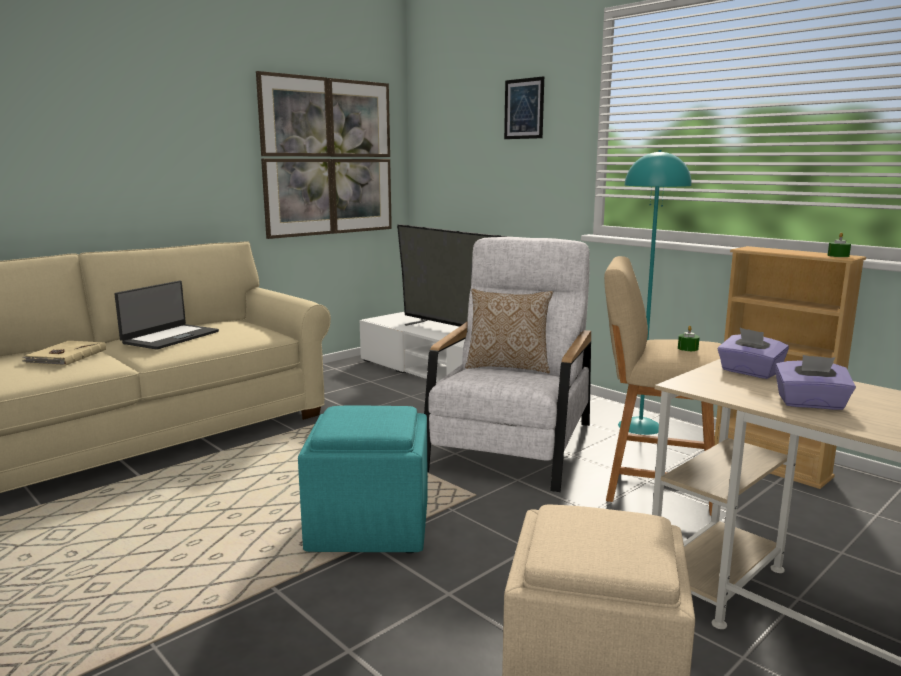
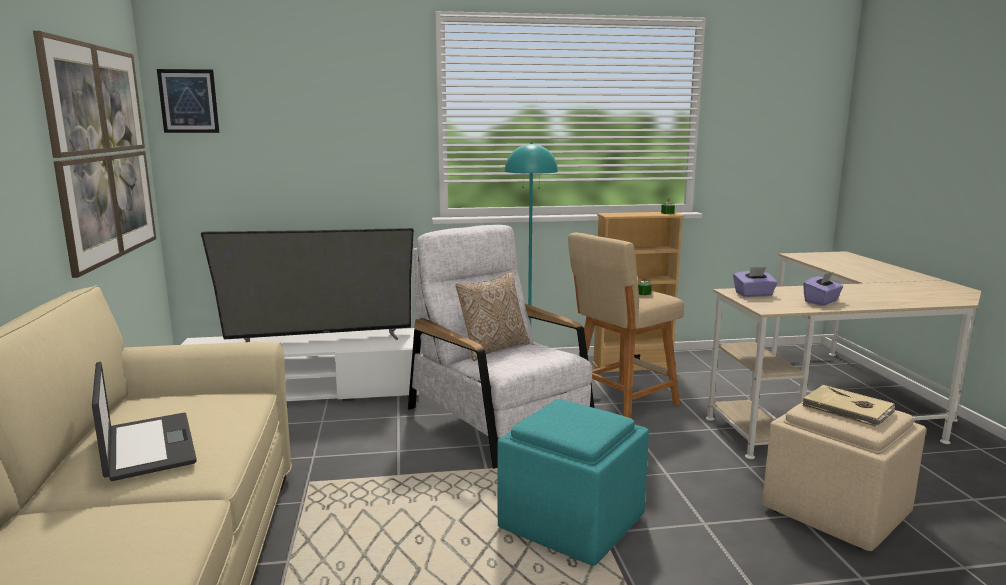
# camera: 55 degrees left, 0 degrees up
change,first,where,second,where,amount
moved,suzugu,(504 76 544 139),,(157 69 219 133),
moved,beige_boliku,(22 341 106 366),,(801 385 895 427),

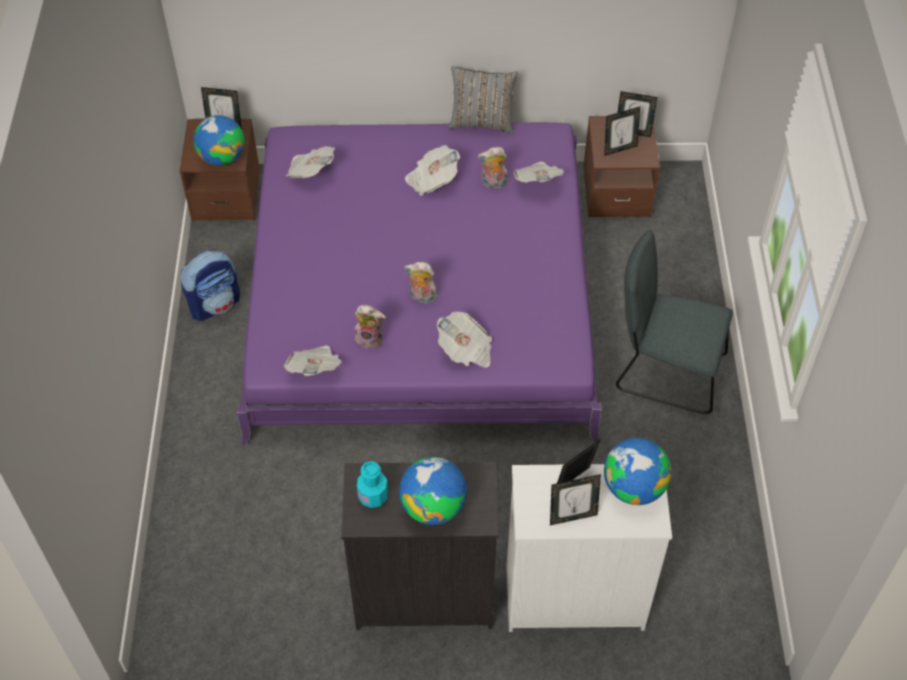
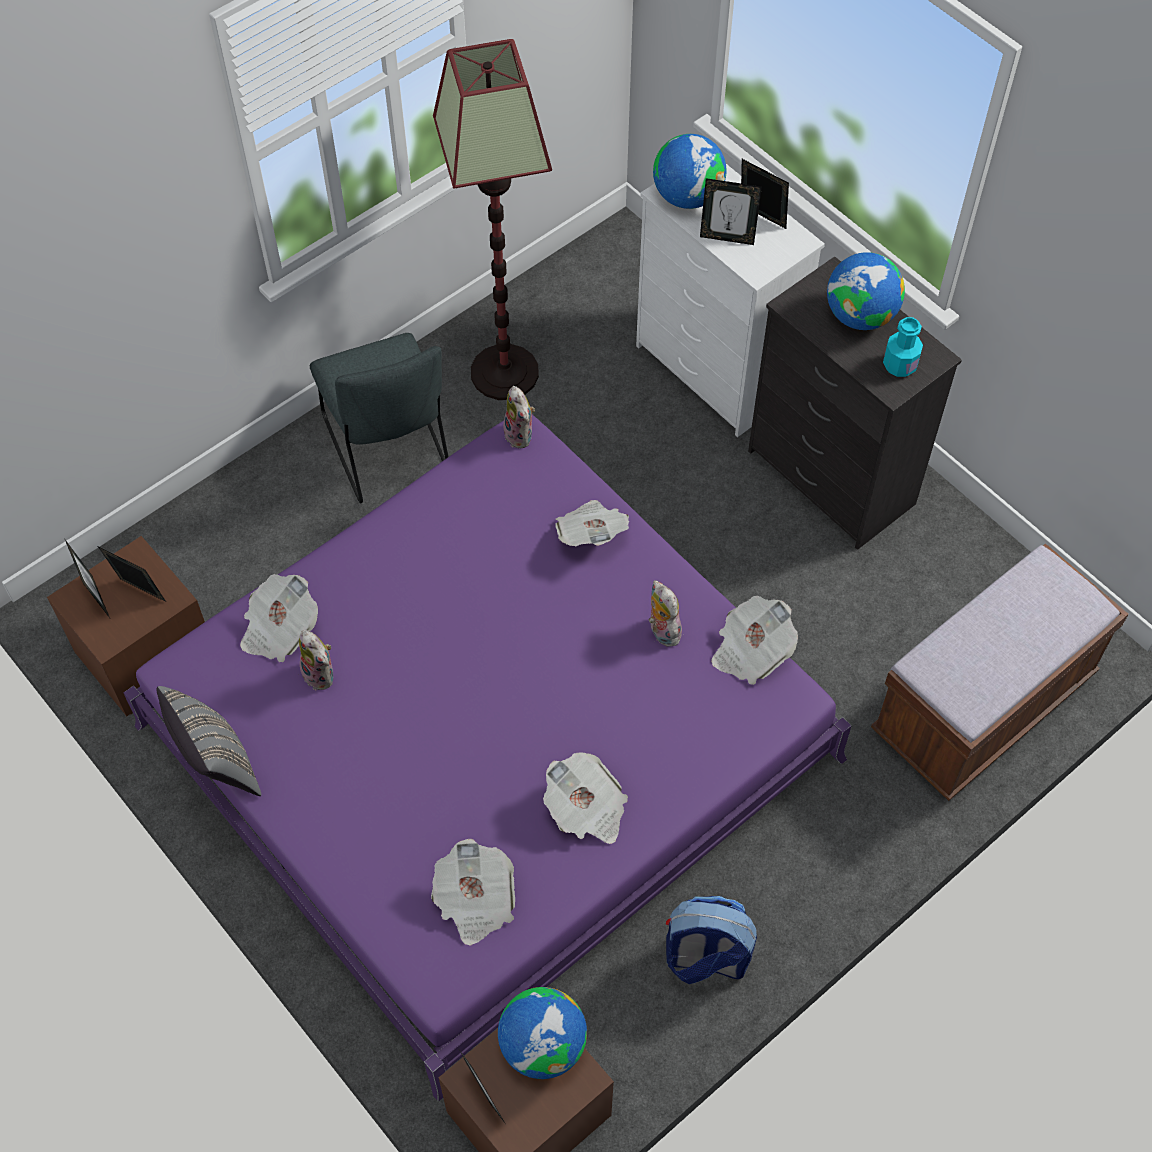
# camera: 130 degrees left, 5 degrees up
change,first,where,second,where,amount
added,,,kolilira,(433 39 552 400),
moved,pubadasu,(404 262 437 304),,(501 386 535 448),
moved,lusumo,(405 145 460 196),,(543 752 628 844),
added,,,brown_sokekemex,(871 543 1128 801),

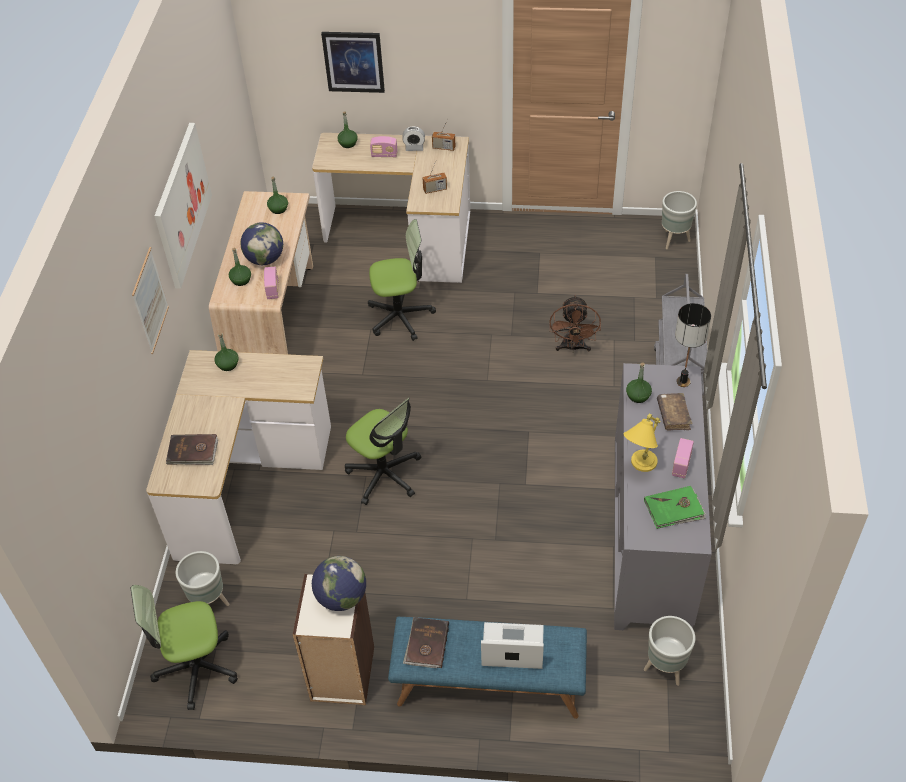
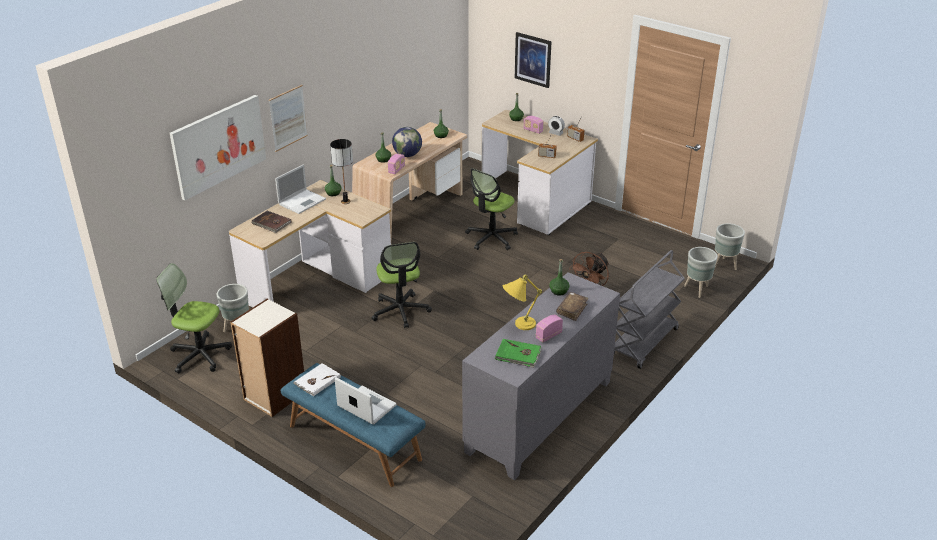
# camera: 30 degrees right, 15 degrees down
change,first,where,second,where,amount
moved,suzugu,(155 123 212 289),,(170 95 266 200),
added,,,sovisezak,(275 165 326 214),
recoloured,brown_boliku,(403 617 449 668),white_boliku,(294 363 341 396),
moved,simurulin,(675 303 711 387),,(330 139 353 204),
turned,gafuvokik,(368 219 436 341),,(465 168 518 250),105 degrees clockwise
moved,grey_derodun,(644 616 696 686),,(684 247 718 298),
removed,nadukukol,(312 556 366 611),,,

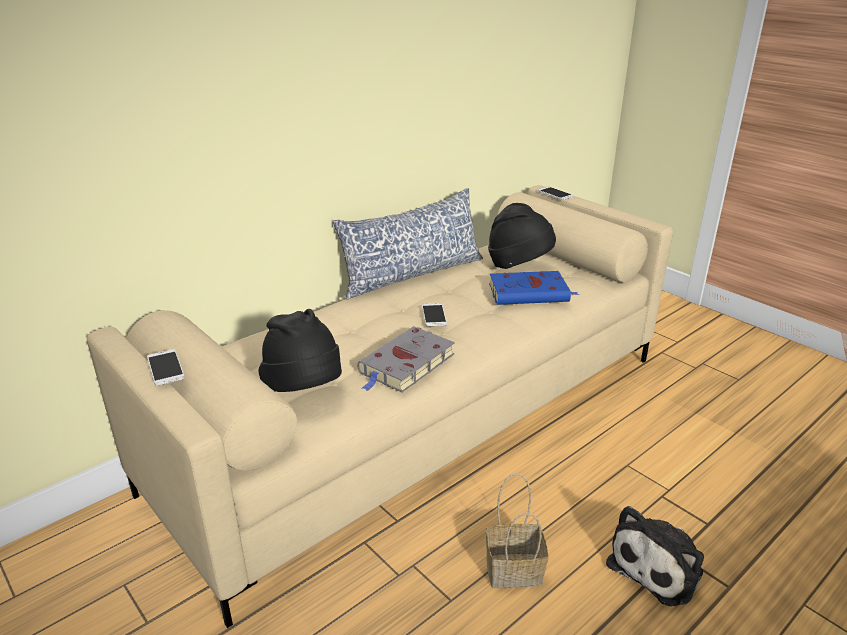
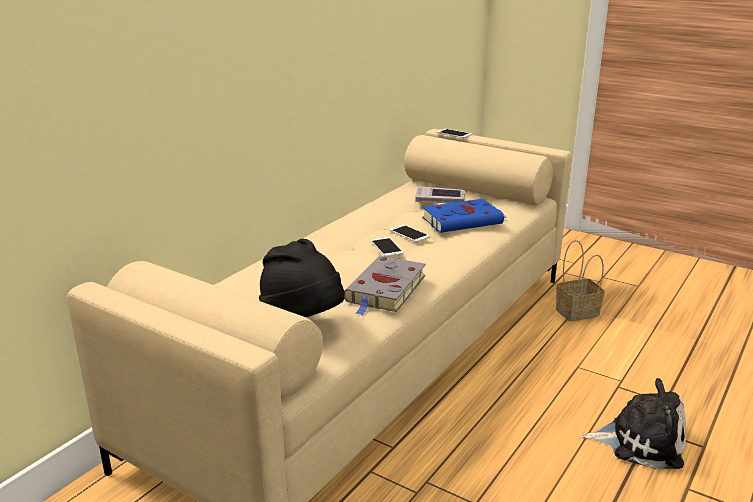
# camera: 15 degrees left, 5 degrees down
change,first,where,second,where,amount
moved,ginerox,(147 349 185 386),,(389 225 430 243),
replaced,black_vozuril,(488 203 556 269),boliku,(415 186 465 203),
moved,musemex,(486 473 548 588),,(556 240 605 321),
turned,pubadasu,(606 506 704 606),,(582 378 686 469),105 degrees counterclockwise
removed,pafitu,(333 188 483 300),,,

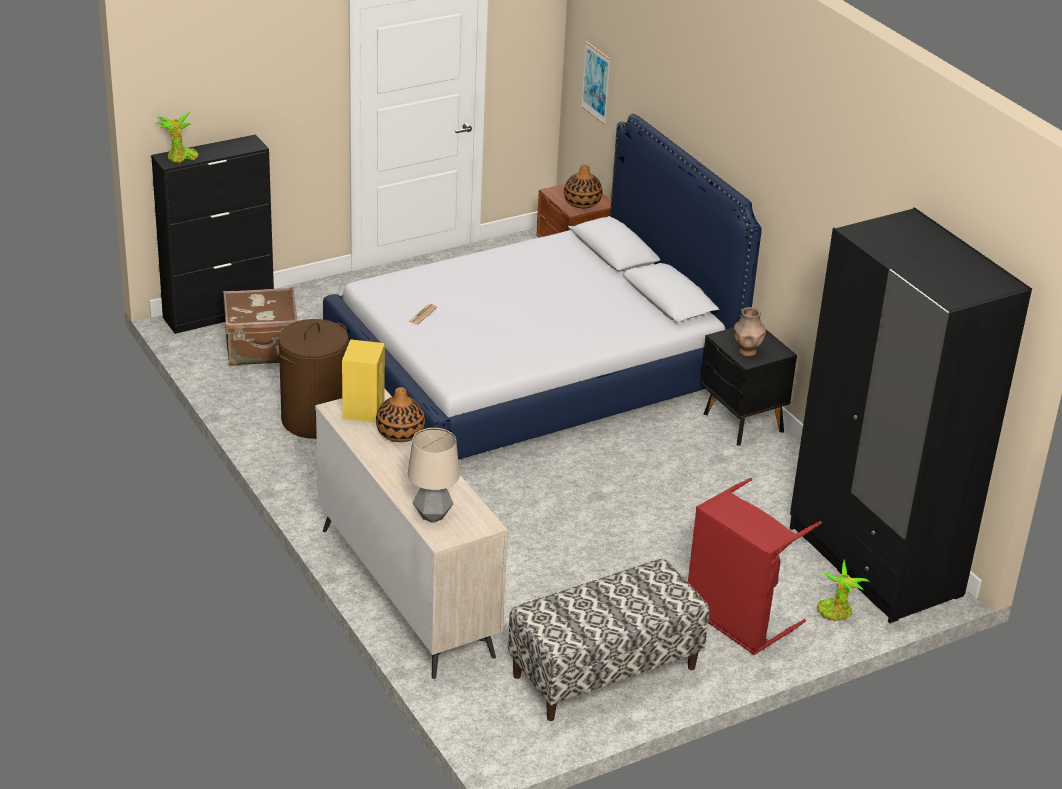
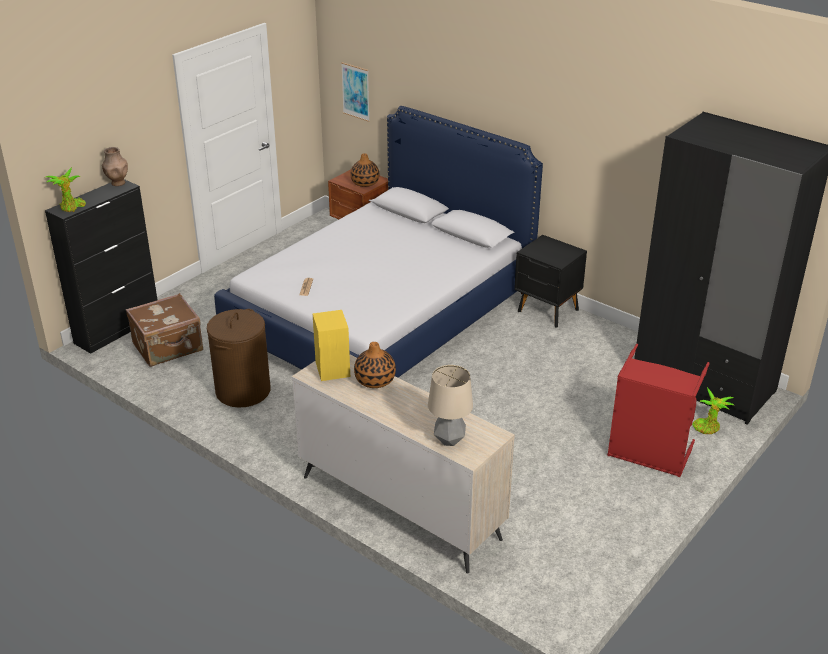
# camera: 20 degrees left, 0 degrees up
change,first,where,second,where,amount
moved,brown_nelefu,(733 307 766 356),,(102 147 128 186),
removed,sokekemex,(508 559 709 721),,,

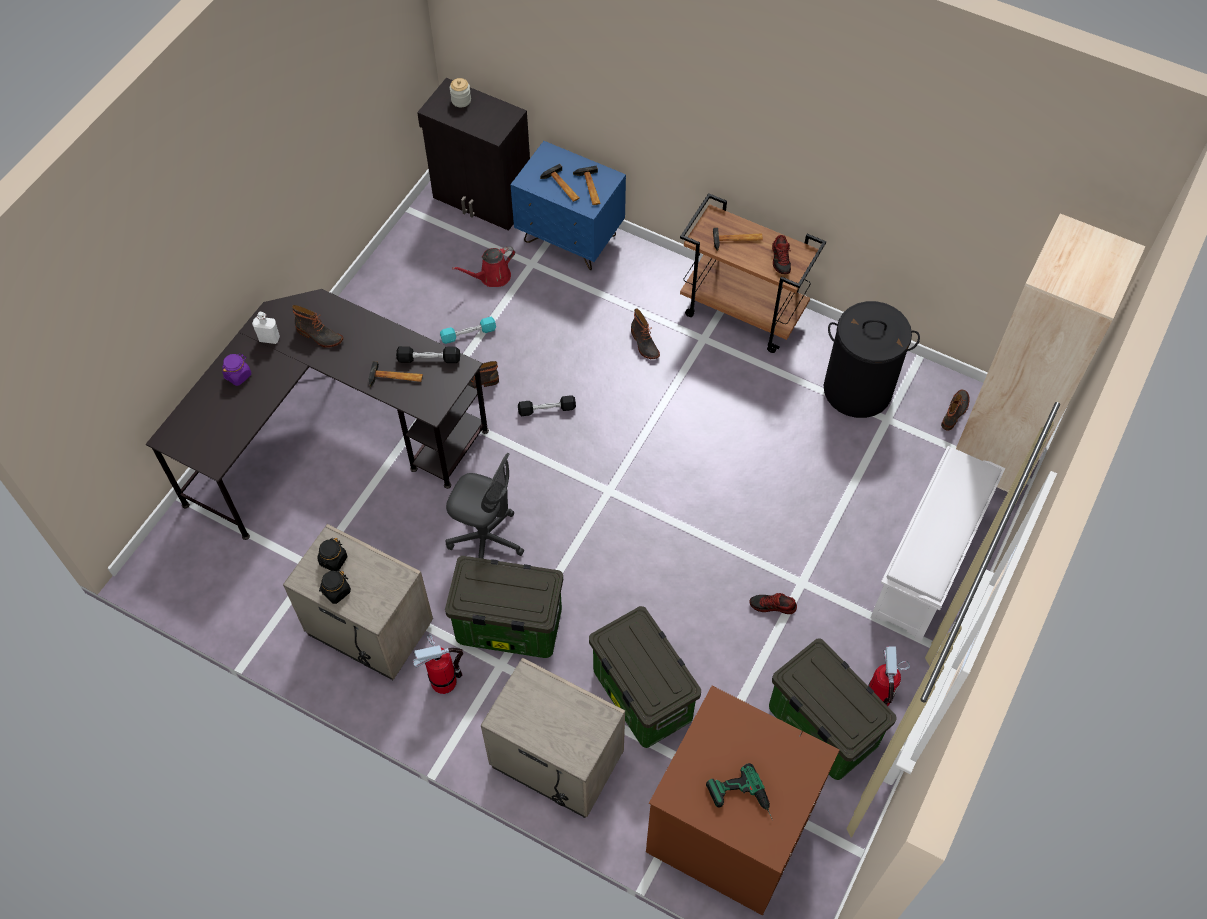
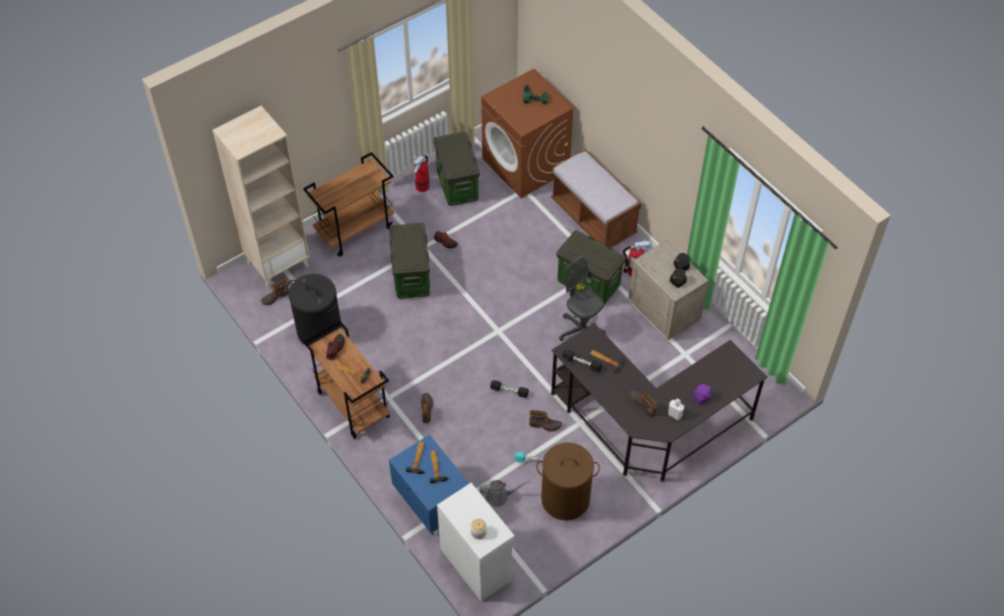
# camera: 155 degrees left, 5 degrees down
change,first,where,second,where,amount
replaced,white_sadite,(870 446 1005 642),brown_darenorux,(303 152 394 257),
moved,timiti,(589 606 701 748),,(389 223 430 299),
recoloured,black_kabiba,(417 78 530 231),white_kabiba,(437 483 515 601),
recoloured,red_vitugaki,(452 246 515 287),grey_vitugaki,(480 480 530 507),
added,,,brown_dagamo,(536 442 600 520),
replaced,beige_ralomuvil,(481 657 625 818),brown_sokekemex,(551 149 641 248),

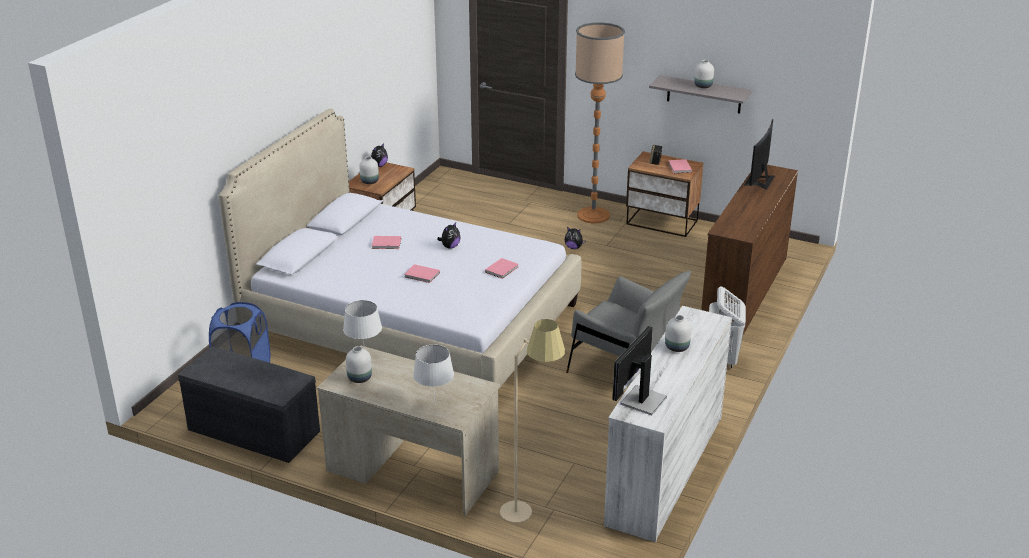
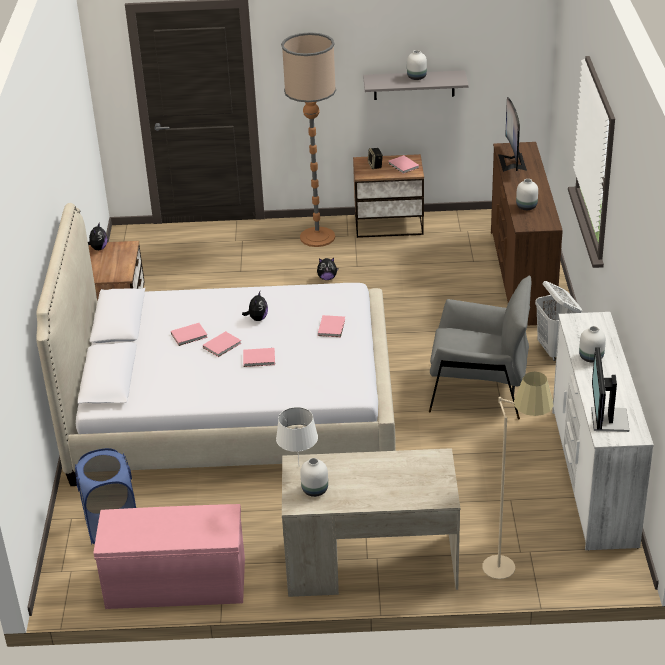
# camera: 25 degrees left, 5 degrees up
change,first,where,second,where,amount
recoloured,grey_sokekemex,(178 347 320 463),pink_sokekemex,(93 504 245 609),
added,,,pink_boliku,(203 331 242 357),
moved,white_nelefu,(359 156 379 184),,(516 179 538 210),
removed,white_simurulin,(413 345 454 402),,,

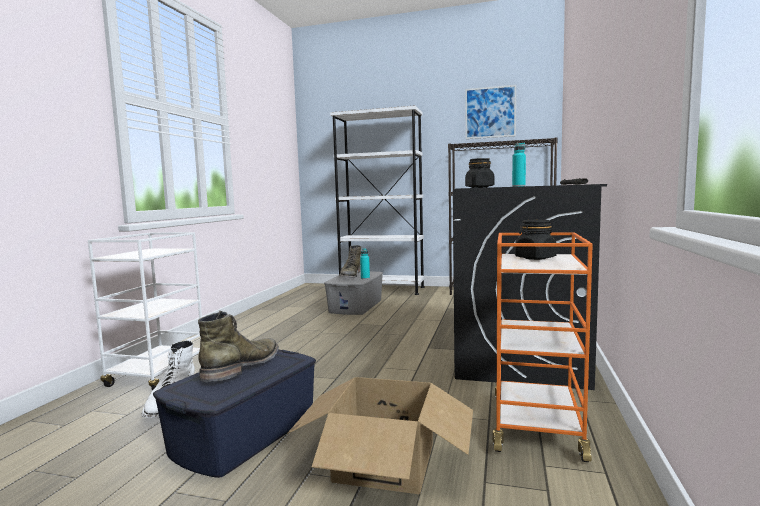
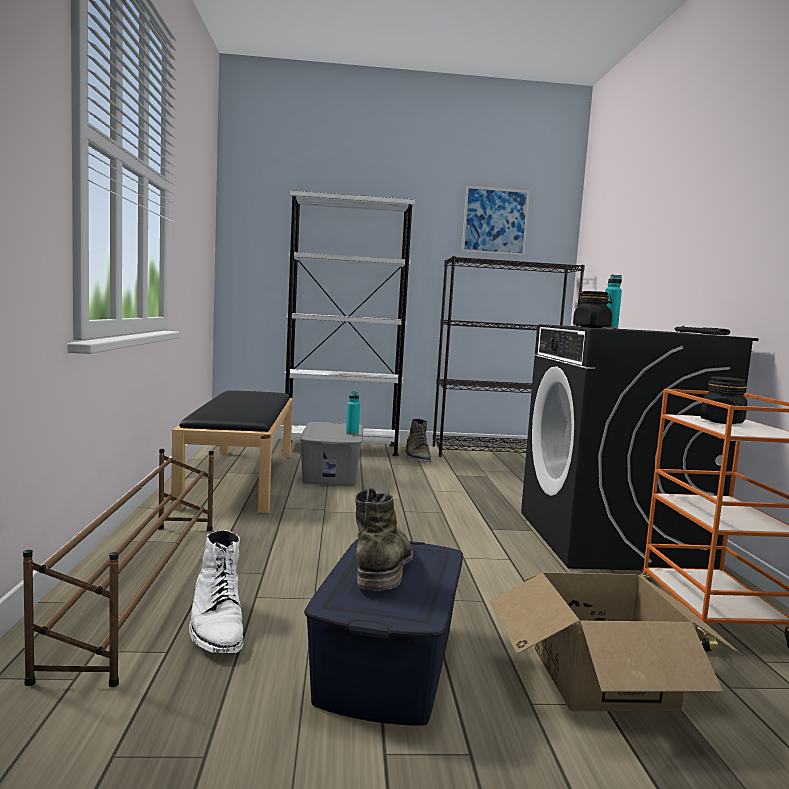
# camera: 20 degrees left, 0 degrees up
change,first,where,second,where,amount
replaced,white_darenorux,(88 232 202 391),brown_sadite,(23 449 214 687),
added,,,black_sokekemex,(171 391 293 513),
moved,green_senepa,(339 245 361 278),,(405 419 431 462),

